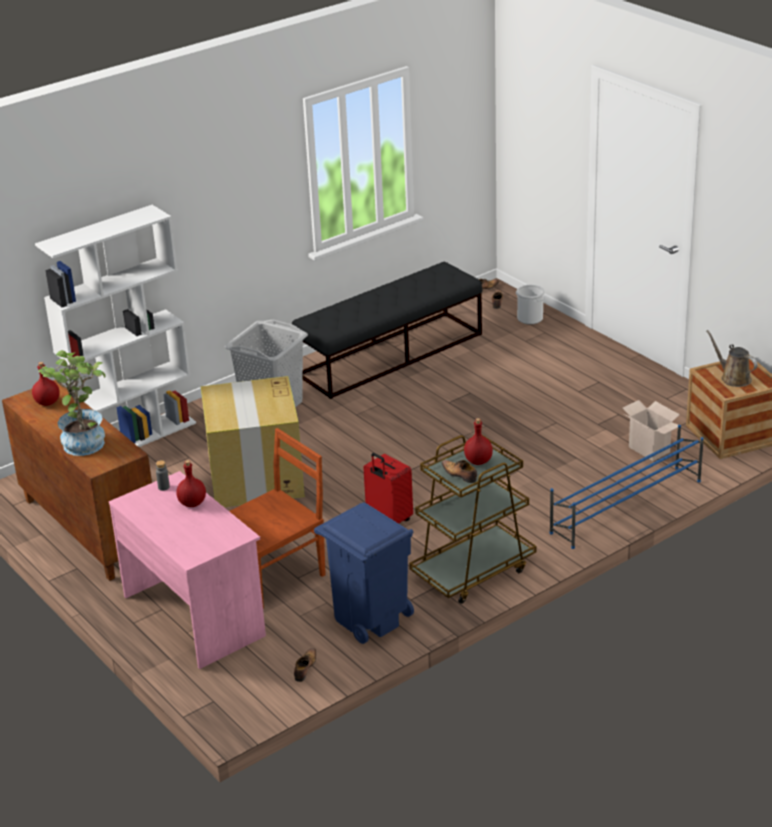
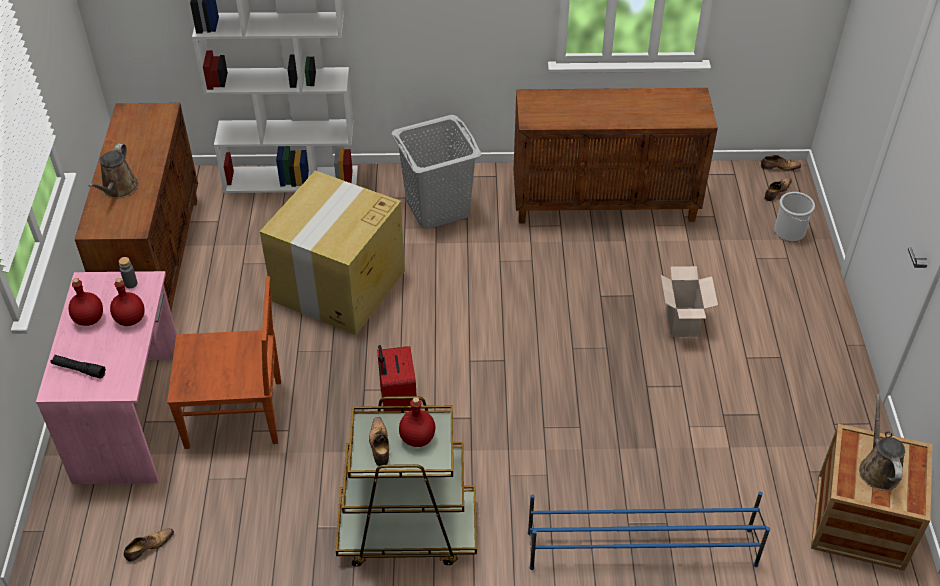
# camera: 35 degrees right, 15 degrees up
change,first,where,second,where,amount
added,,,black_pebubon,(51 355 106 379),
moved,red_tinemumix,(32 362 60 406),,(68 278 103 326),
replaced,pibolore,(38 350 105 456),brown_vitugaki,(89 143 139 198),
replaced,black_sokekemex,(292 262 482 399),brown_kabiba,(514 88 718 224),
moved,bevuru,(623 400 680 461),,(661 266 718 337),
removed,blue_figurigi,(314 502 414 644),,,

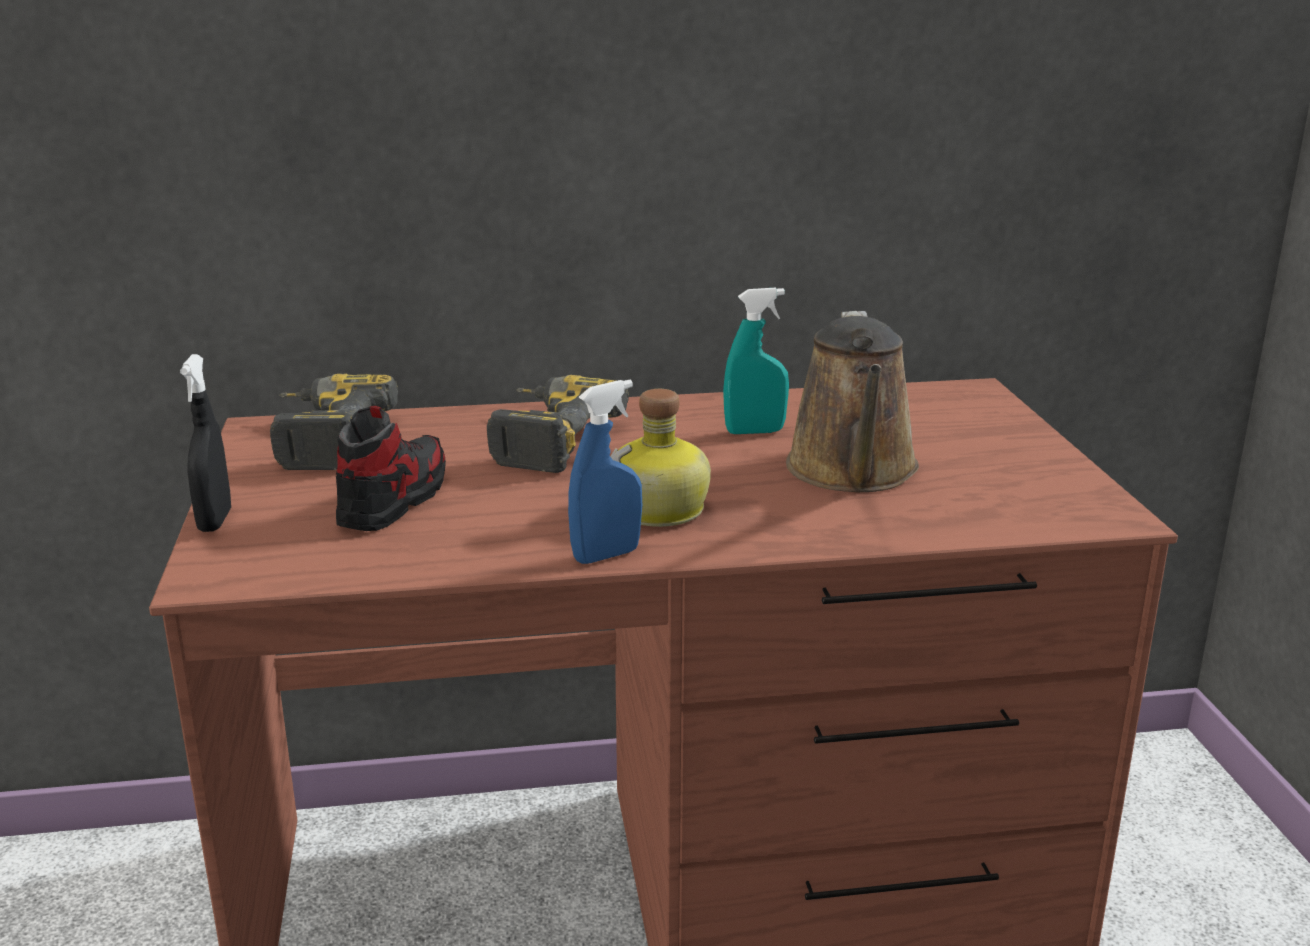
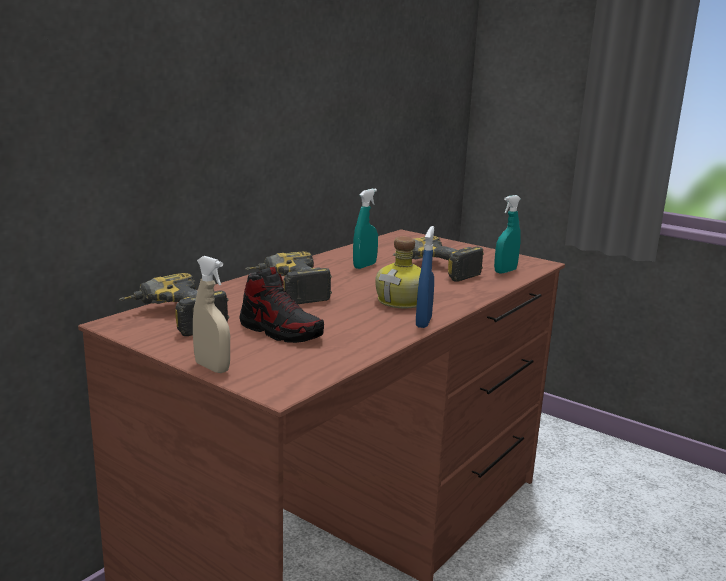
# camera: 45 degrees left, 5 degrees down
change,first,where,second,where,amount
recoloured,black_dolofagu,(180 354 231 532),beige_dolofagu,(193 256 230 373),
turned,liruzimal,(336 406 446 531),,(239 266 324 343),150 degrees clockwise
replaced,brown_vitugaki,(786 311 919 492),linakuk,(393 236 484 282),
added,,,turquoise_dolofagu,(494 195 521 274),

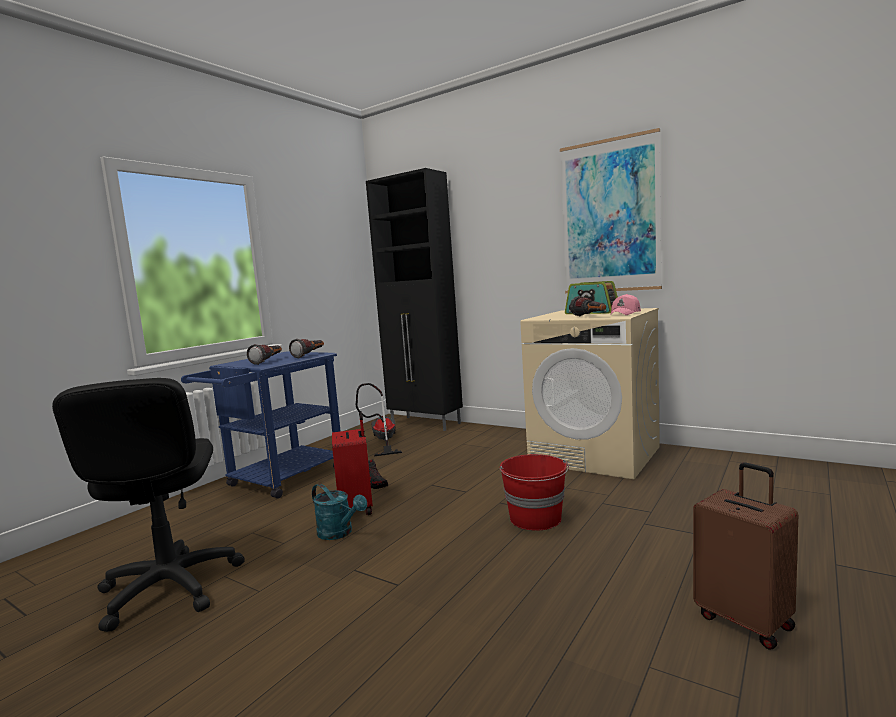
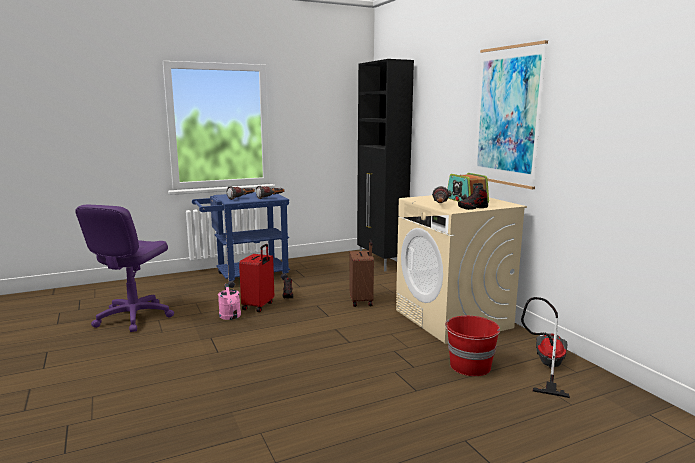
# camera: 30 degrees right, 5 degrees up
change,first,where,second,where,amount
recoloured,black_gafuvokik,(52 378 245 632),purple_gafuvokik,(75 204 174 332),
recoloured,turquoise_vitugaki,(312 483 367 540),pink_vitugaki,(218 284 241 320),
moved,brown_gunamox,(693 462 798 650),,(349 240 374 307),
moved,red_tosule,(499 454 569 531),,(445 316 500 376),
replaced,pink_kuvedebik,(610 294 641 316),liruzimal,(458 186 488 210),
moved,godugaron,(356 383 402 456),,(521 297 570 398),

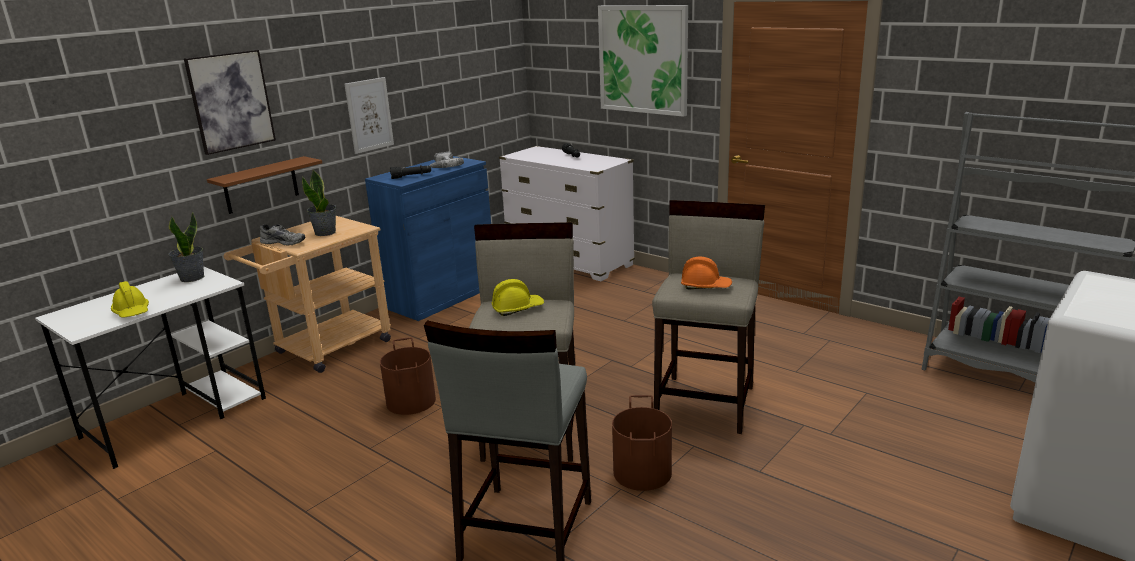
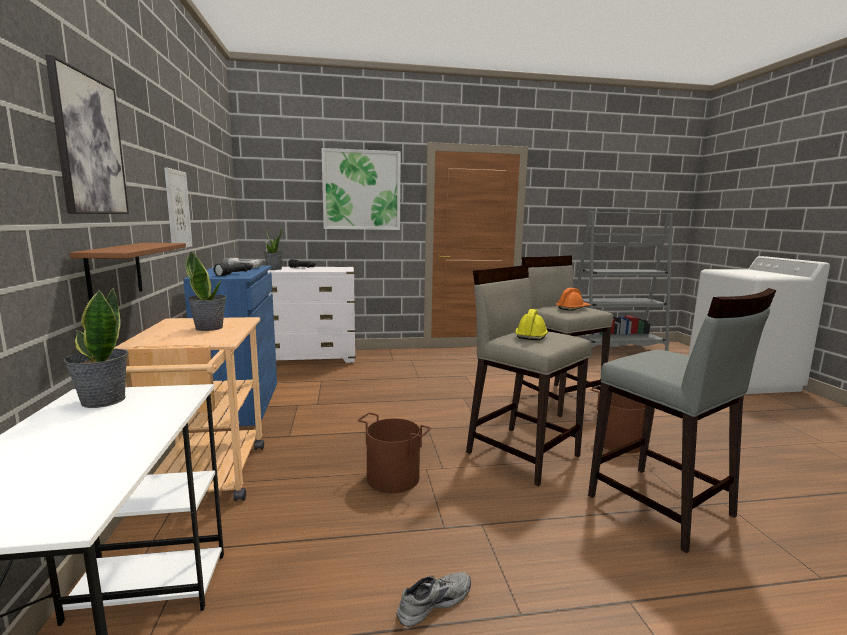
# camera: 50 degrees left, 10 degrees down
change,first,where,second,where,amount
added,,,pibolore,(264 227 283 270),
moved,grey_liruzimal,(260 224 306 246),,(397 572 471 627),
removed,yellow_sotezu,(111 281 149 318),,,

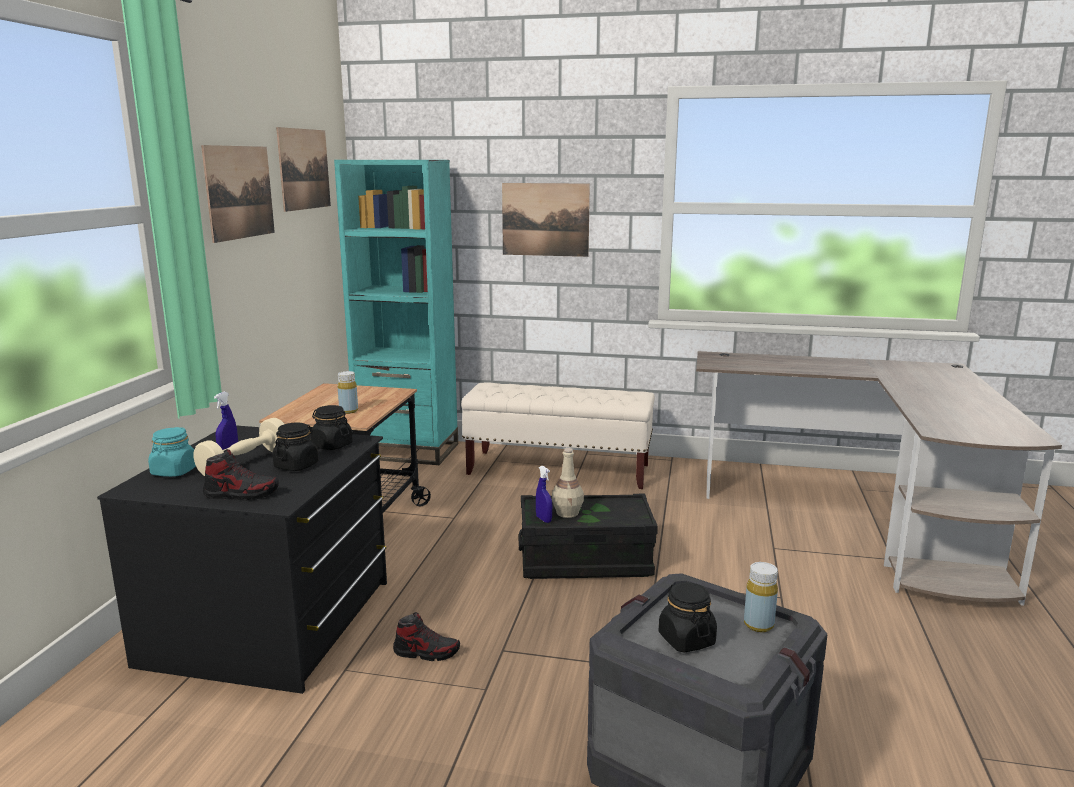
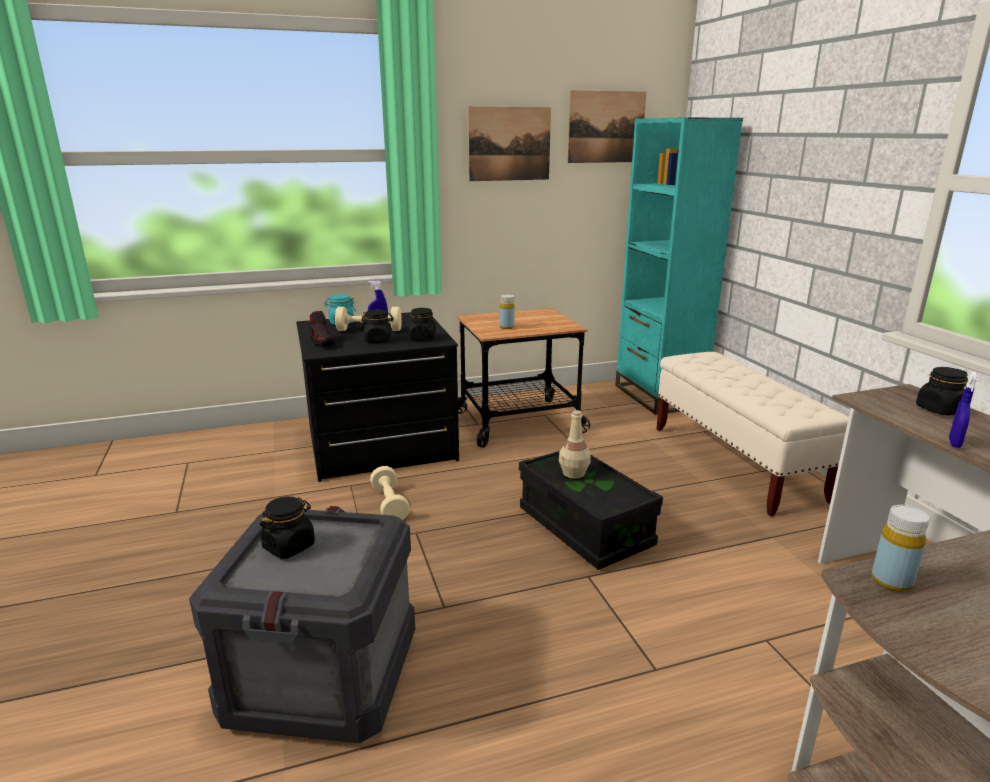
# camera: 60 degrees right, 5 degrees up
change,first,where,second,where,amount
replaced,liruzimal,(393 612 460 661),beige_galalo,(370 466 410 520),
moved,yellow_tinemumix,(744 562 778 632),,(872 505 930 592),
added,,,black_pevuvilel,(916 367 968 416),
moved,blue_dolofagu,(536 466 552 523),,(949 372 978 448),
removed,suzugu,(502 183 590 257),,,

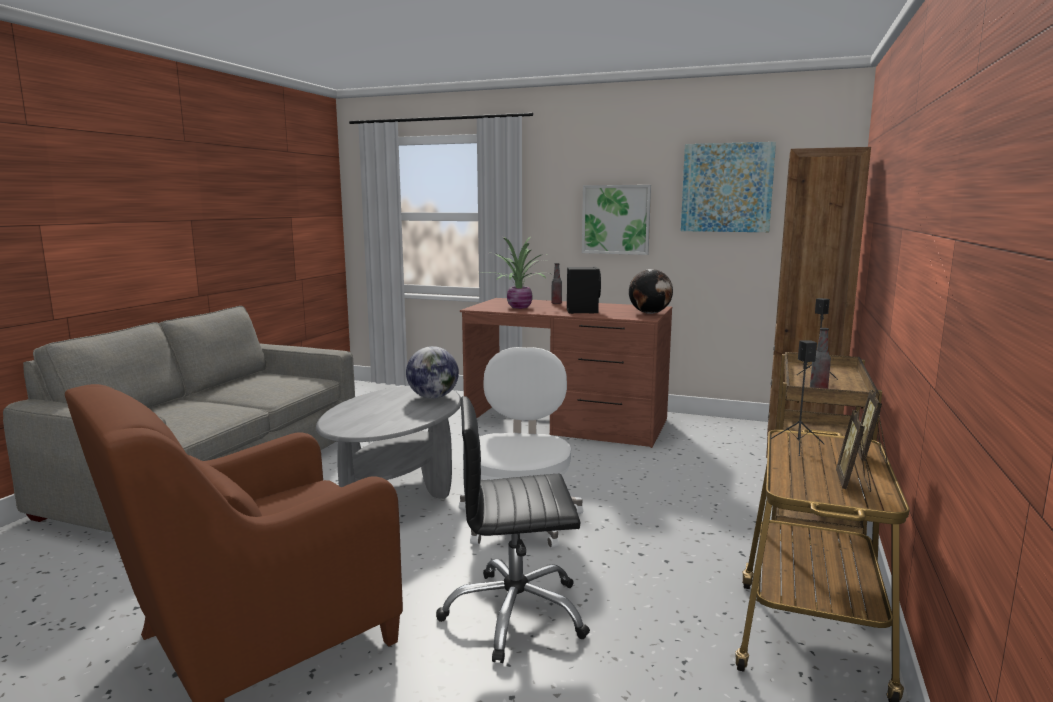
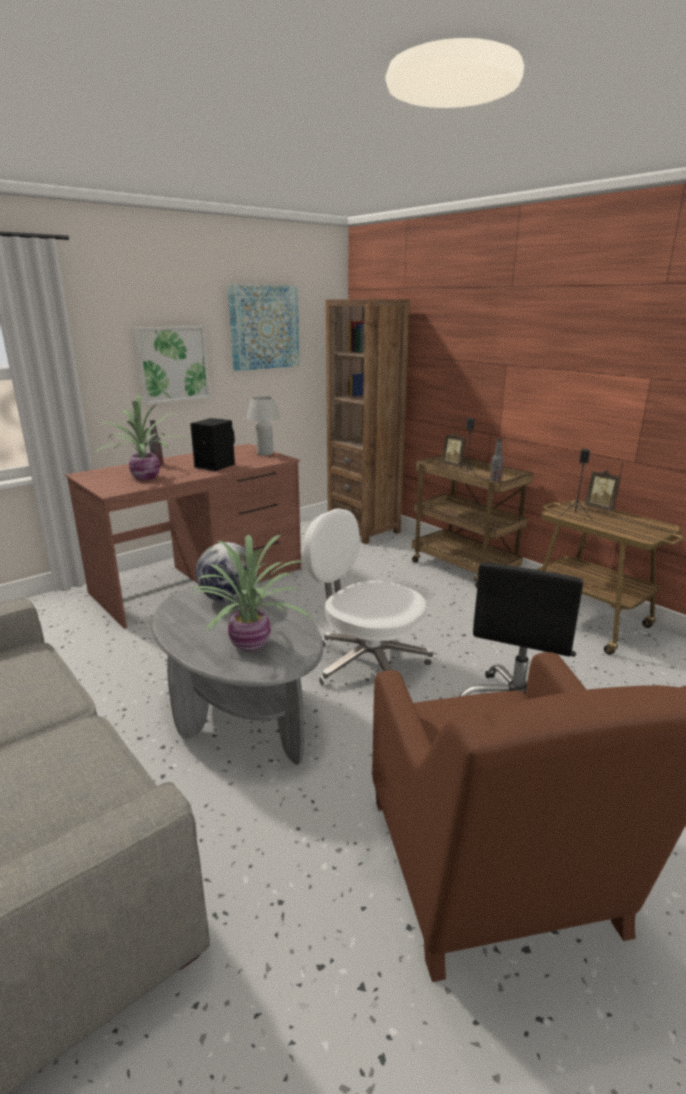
# camera: 60 degrees left, 10 degrees up
change,first,where,second,where,amount
added,,,pibolore,(192 535 312 652),
replaced,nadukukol,(629 269 673 314),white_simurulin,(247 396 280 456),
moved,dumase,(836 410 871 492),,(441 433 466 467),

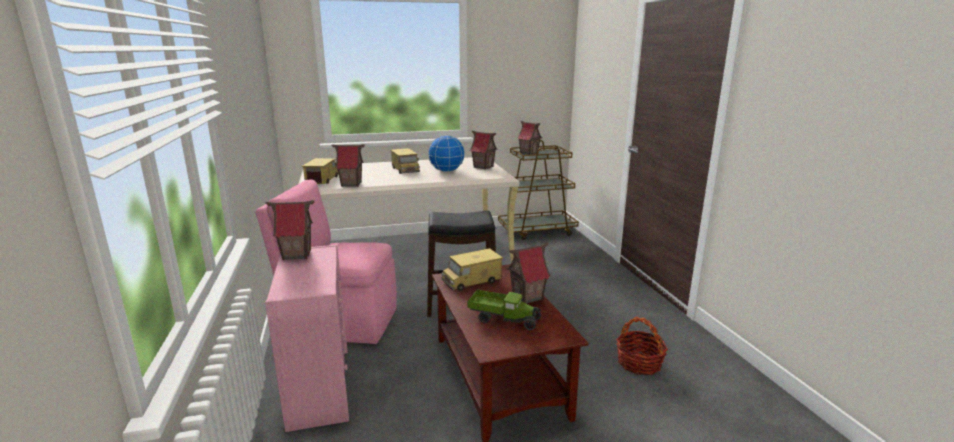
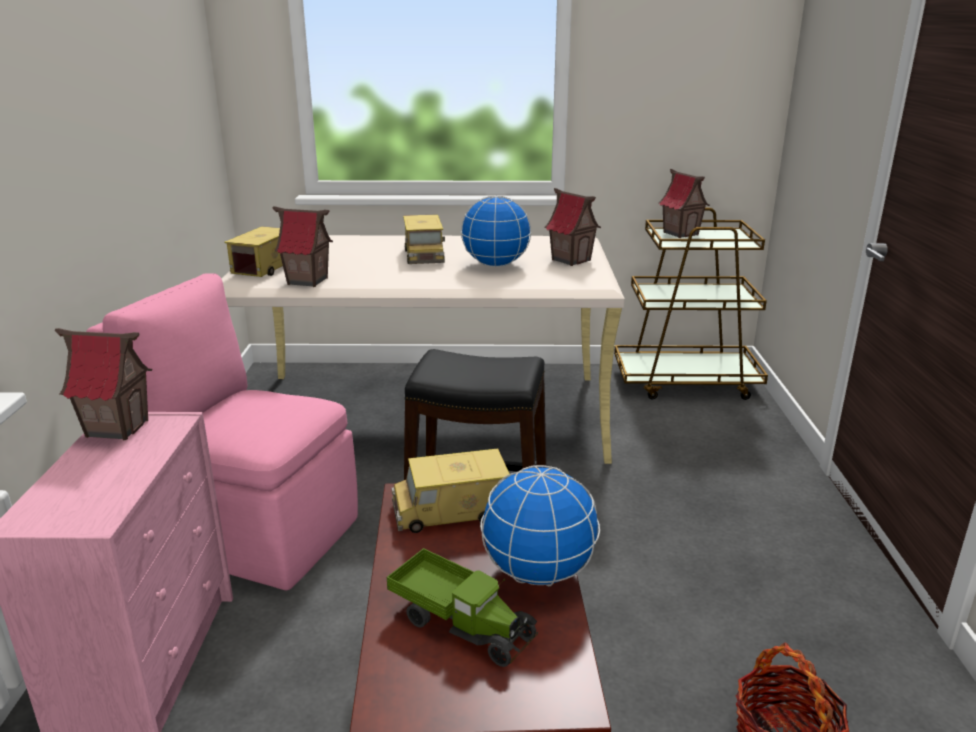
# camera: 15 degrees right, 5 degrees up
change,first,where,second,where,amount
replaced,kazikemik,(507 243 551 304),nadukukol,(480 465 600 586),

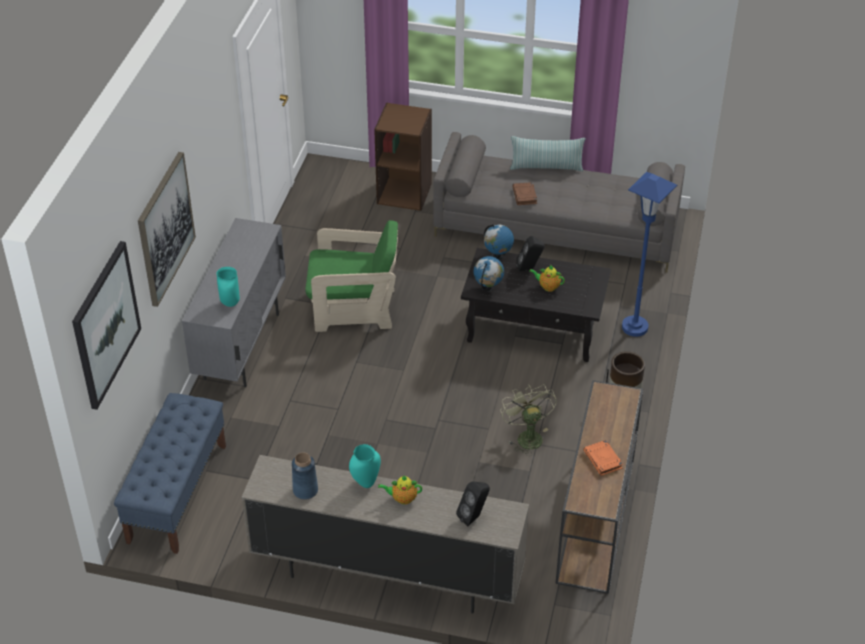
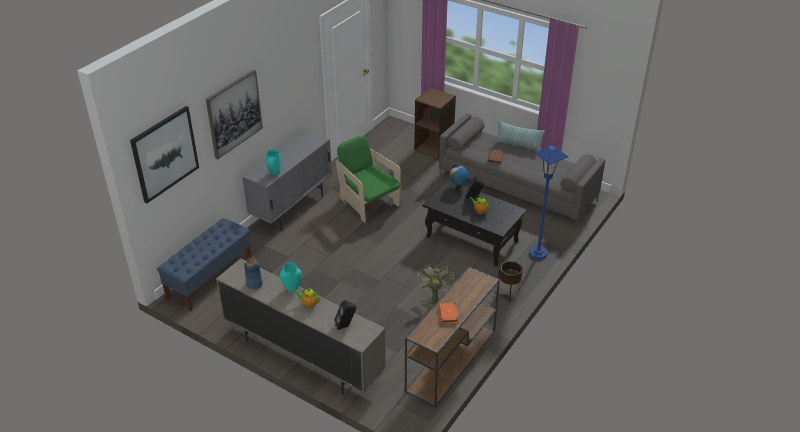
# camera: 20 degrees right, 5 degrees down
change,first,where,second,where,amount
turned,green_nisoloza,(305 220 398 332),,(336 136 401 223),150 degrees counterclockwise
removed,nadukukol,(473 256 504 292),,,

